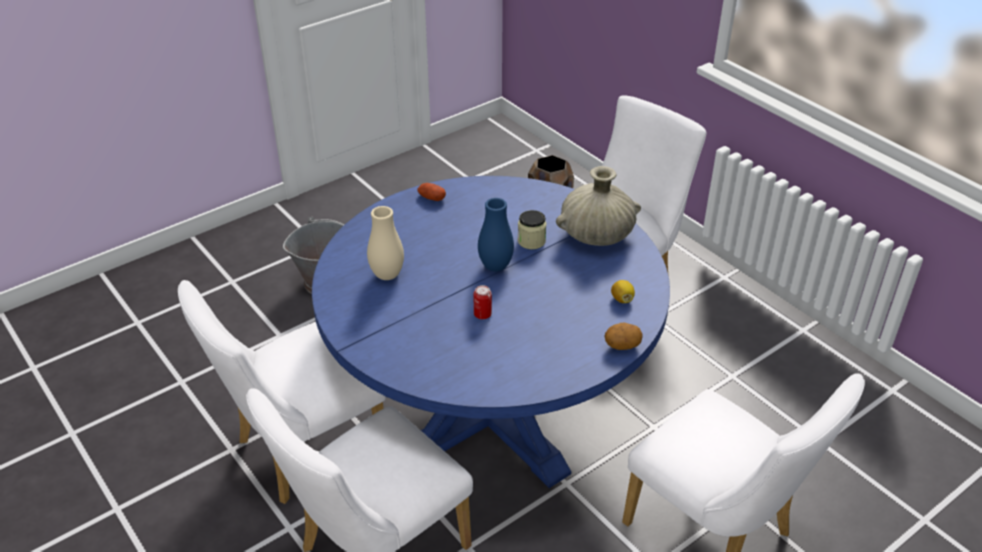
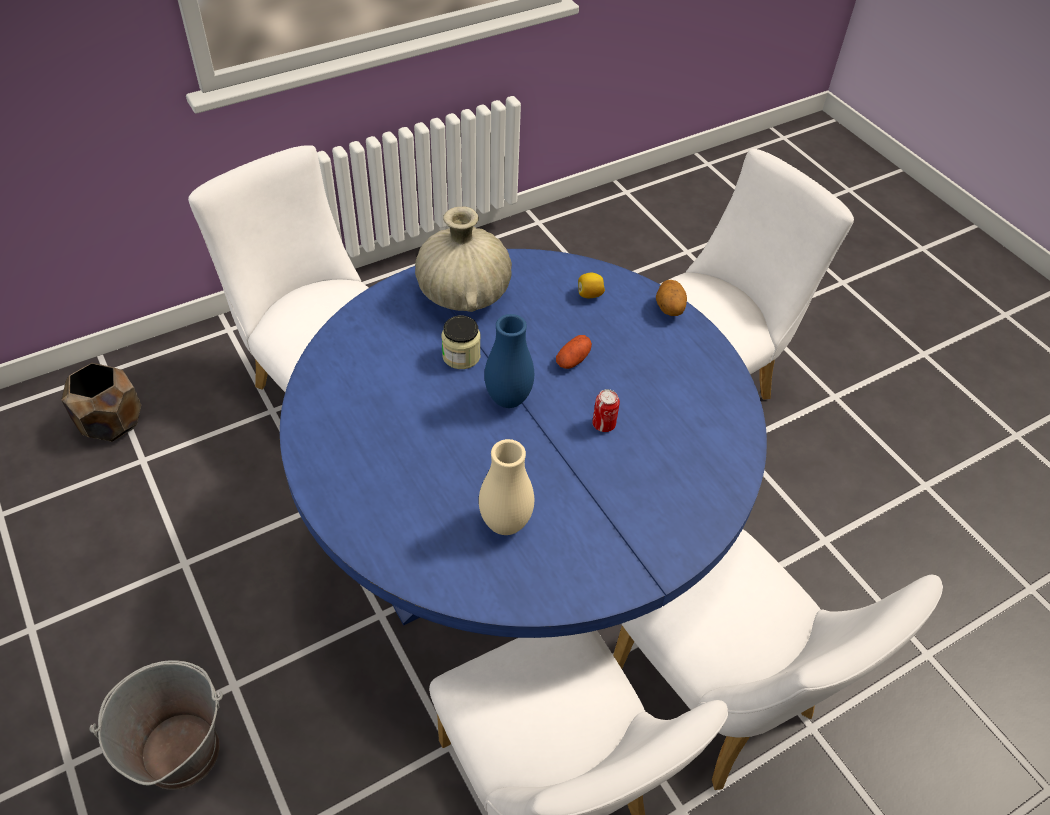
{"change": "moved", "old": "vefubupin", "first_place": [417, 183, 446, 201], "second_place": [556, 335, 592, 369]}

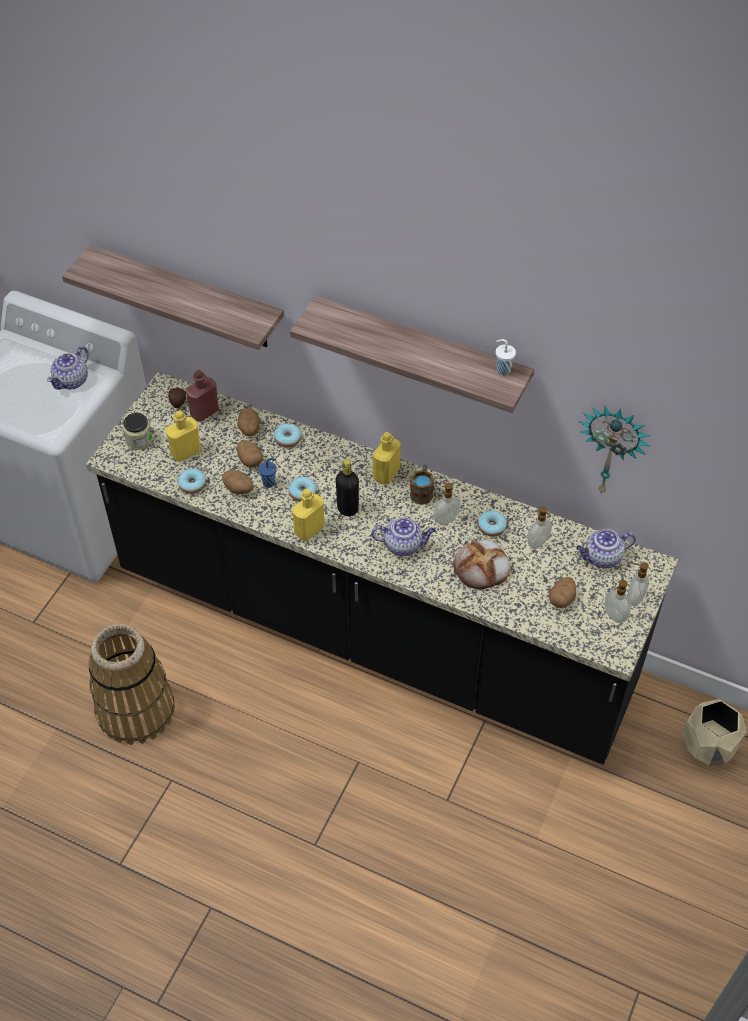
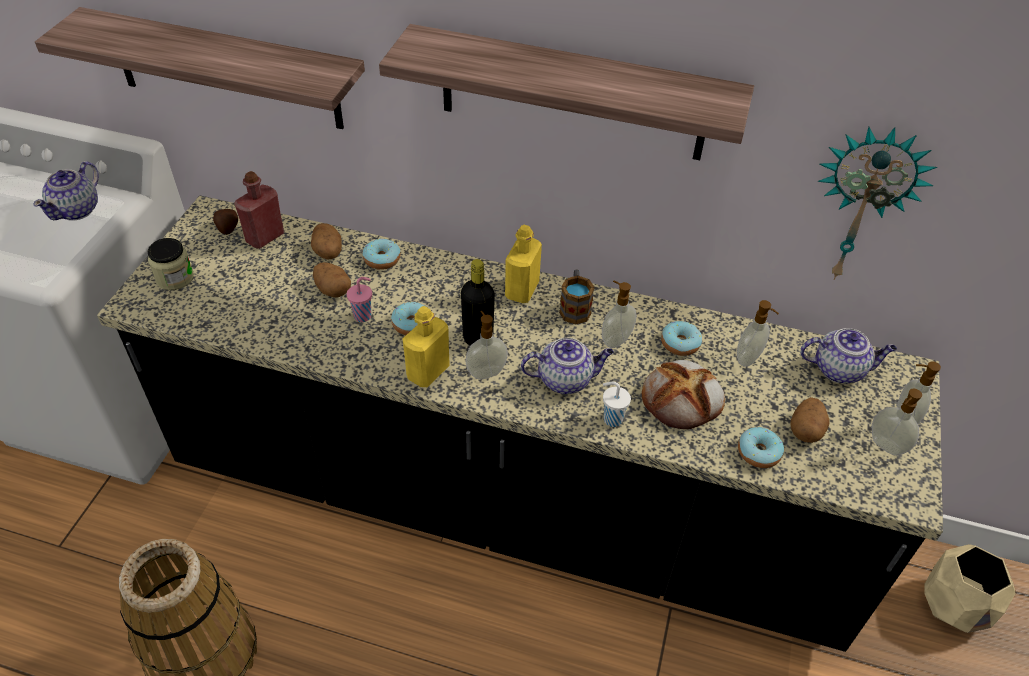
{"change": "removed", "old": "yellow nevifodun", "first_place": [166, 410, 201, 462]}
{"change": "moved", "old": "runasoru", "first_place": [178, 469, 206, 494], "second_place": [738, 427, 784, 468]}
{"change": "removed", "old": "vefubupin", "first_place": [222, 470, 254, 494]}
{"change": "recoloured", "old": "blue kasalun", "new": "pink kasalun", "first_place": [259, 458, 277, 488], "second_place": [347, 277, 372, 322]}
{"change": "moved", "old": "white kasalun", "first_place": [496, 339, 516, 375], "second_place": [603, 381, 631, 427]}
{"change": "turned", "old": "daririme", "first_place": [576, 529, 636, 568], "second_place": [800, 328, 897, 383], "degrees": -150}
{"change": "added", "new": "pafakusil", "second_place": [465, 311, 508, 379]}

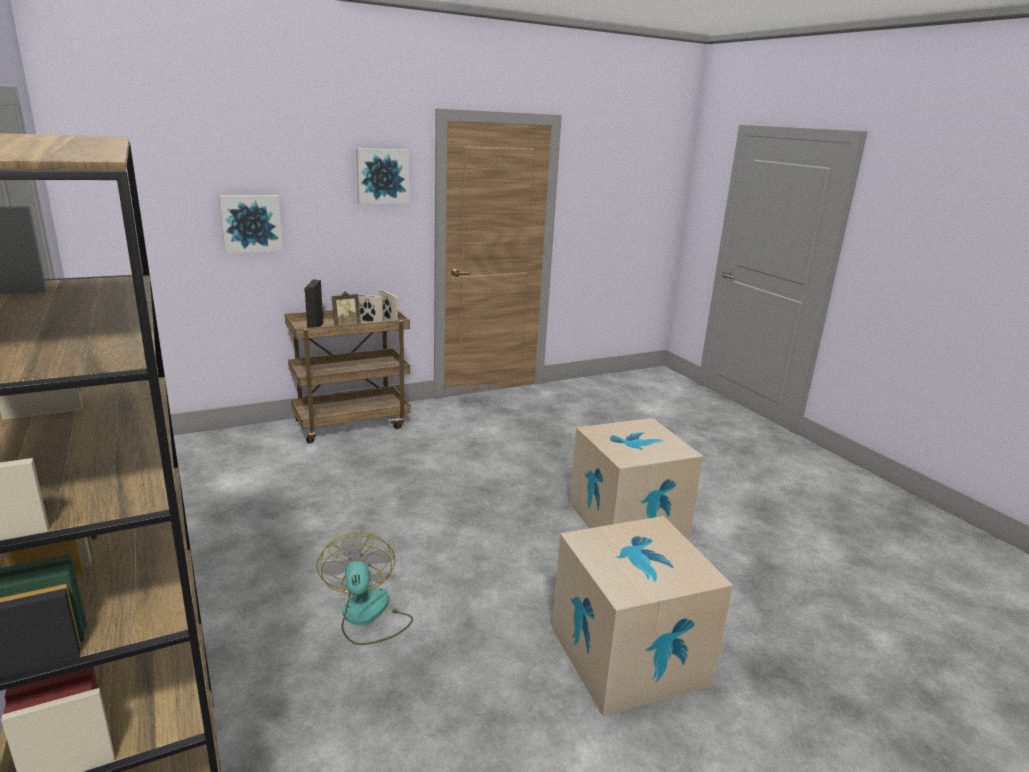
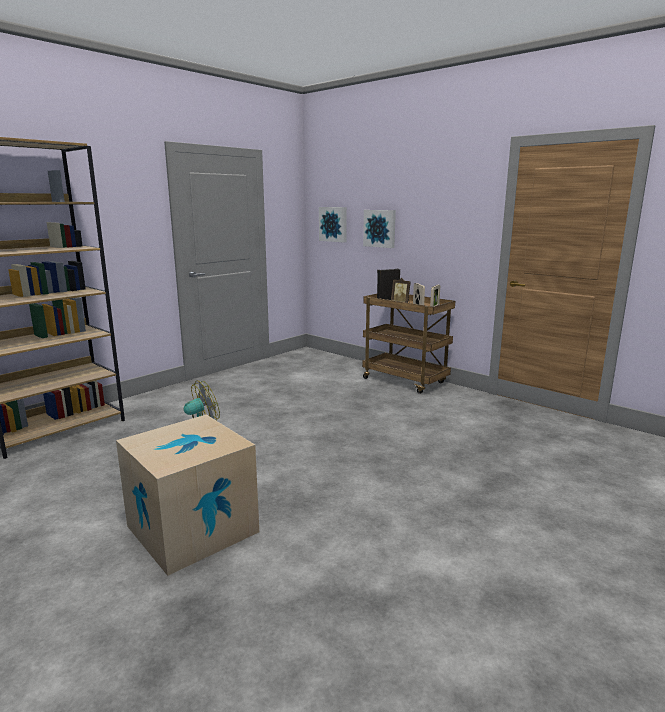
{"change": "moved", "old": "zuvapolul", "first_place": [356, 148, 410, 204], "second_place": [319, 207, 347, 243]}
{"change": "removed", "old": "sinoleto", "first_place": [569, 418, 703, 538]}

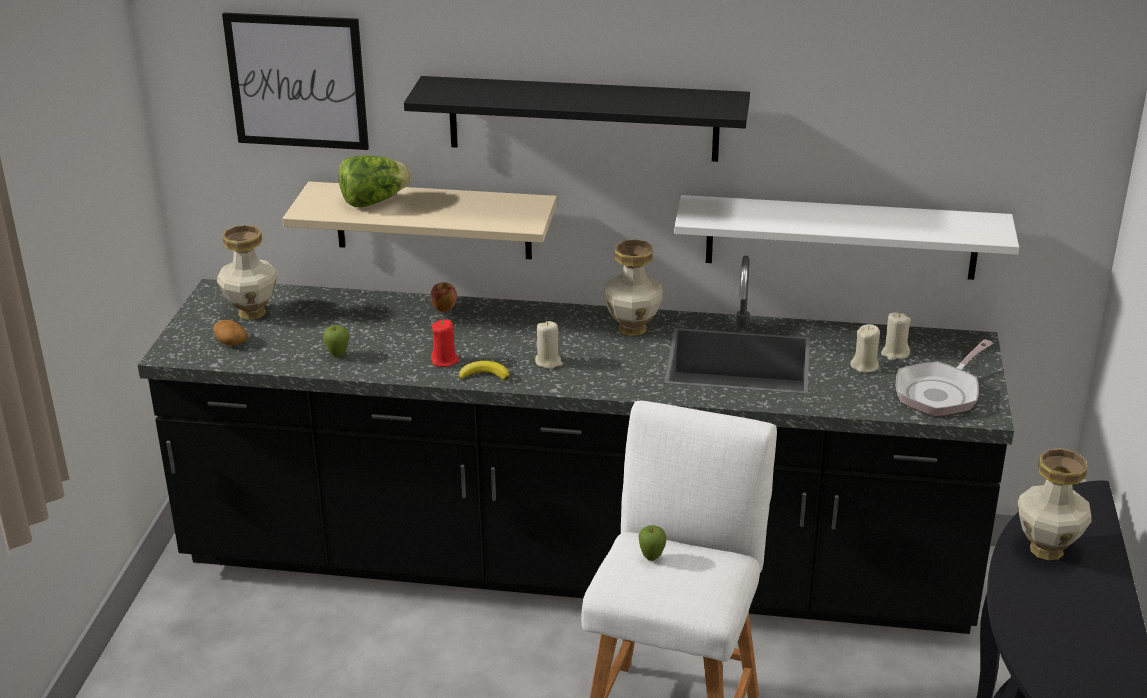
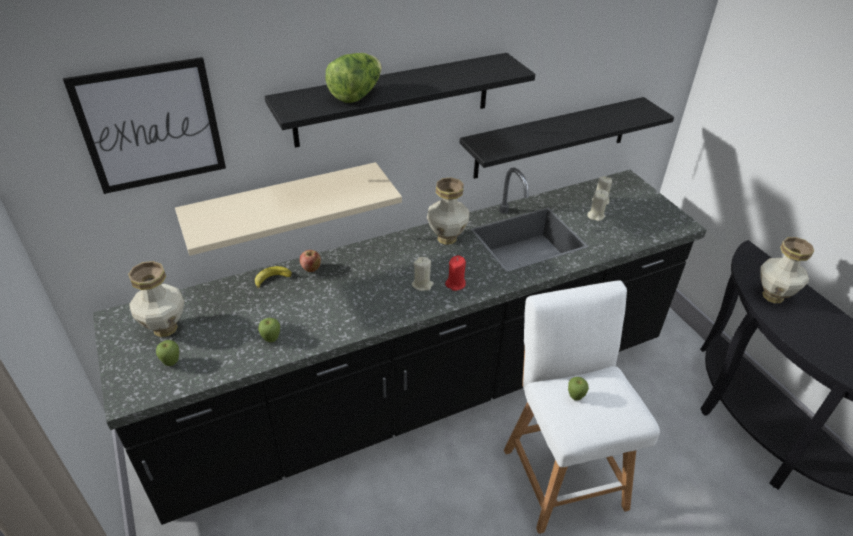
{"change": "replaced", "old": "vefubupin", "new": "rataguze", "first_place": [213, 320, 248, 346], "second_place": [156, 340, 179, 366]}
{"change": "moved", "old": "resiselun", "first_place": [339, 155, 411, 207], "second_place": [326, 53, 382, 103]}
{"change": "moved", "old": "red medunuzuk", "first_place": [431, 320, 459, 367], "second_place": [445, 255, 466, 291]}
{"change": "moved", "old": "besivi", "first_place": [459, 361, 510, 381], "second_place": [255, 266, 292, 288]}
{"change": "recoloured", "old": "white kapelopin", "new": "black kapelopin", "first_place": [674, 195, 1019, 280], "second_place": [459, 97, 674, 179]}
{"change": "removed", "old": "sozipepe", "first_place": [896, 339, 993, 417]}

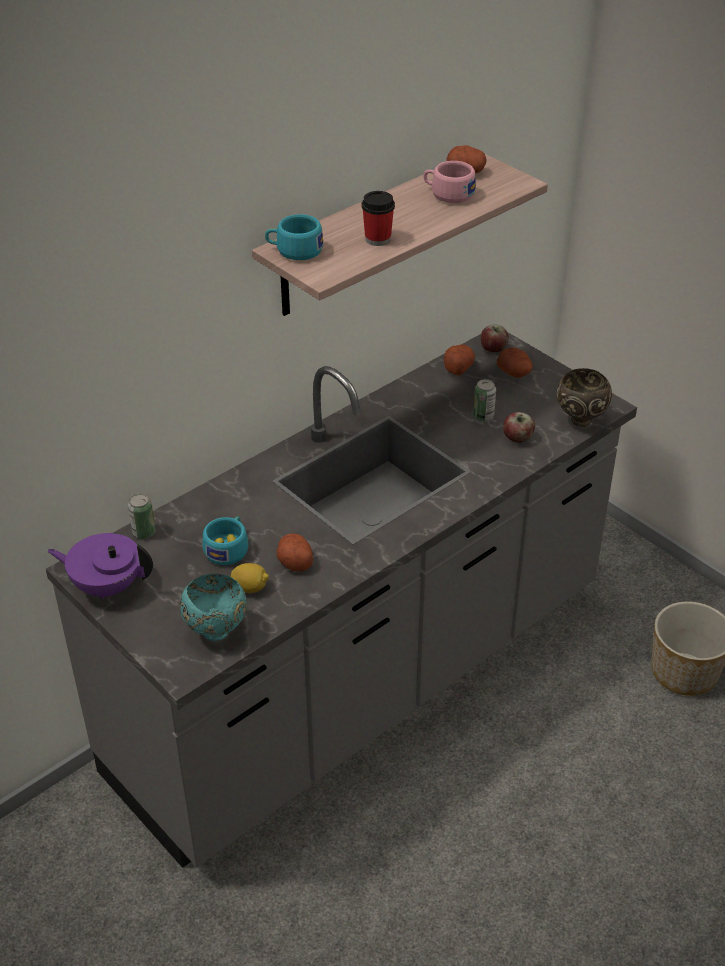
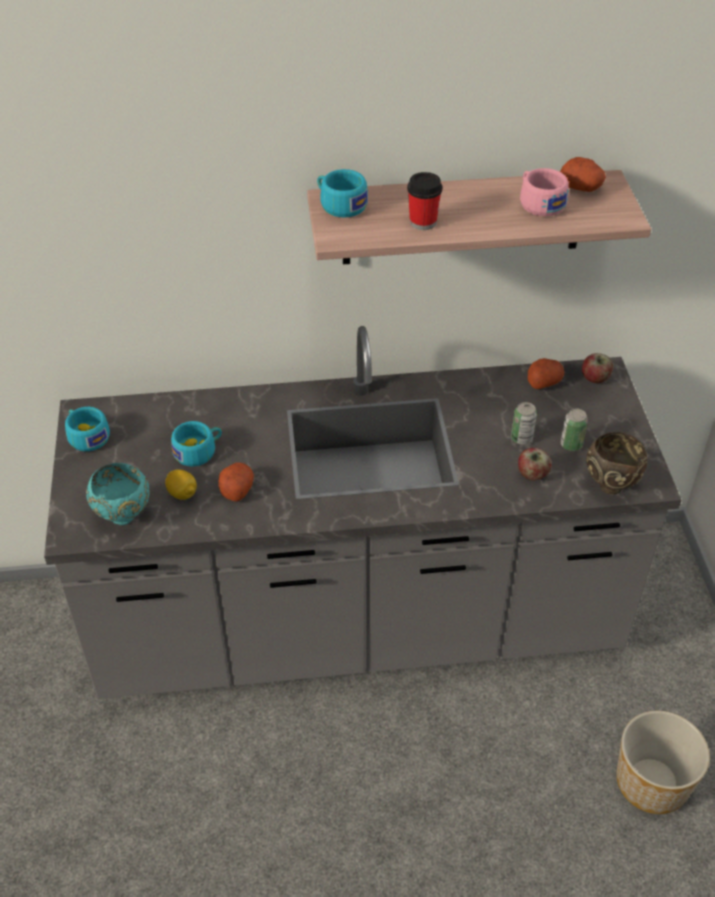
{"change": "replaced", "old": "purple daririme", "new": "turquoise kasalun", "first_place": [47, 533, 153, 599], "second_place": [65, 407, 110, 451]}
{"change": "moved", "old": "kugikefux", "first_place": [128, 494, 156, 539], "second_place": [561, 409, 588, 451]}
{"change": "removed", "old": "vefubupin", "first_place": [497, 347, 533, 378]}

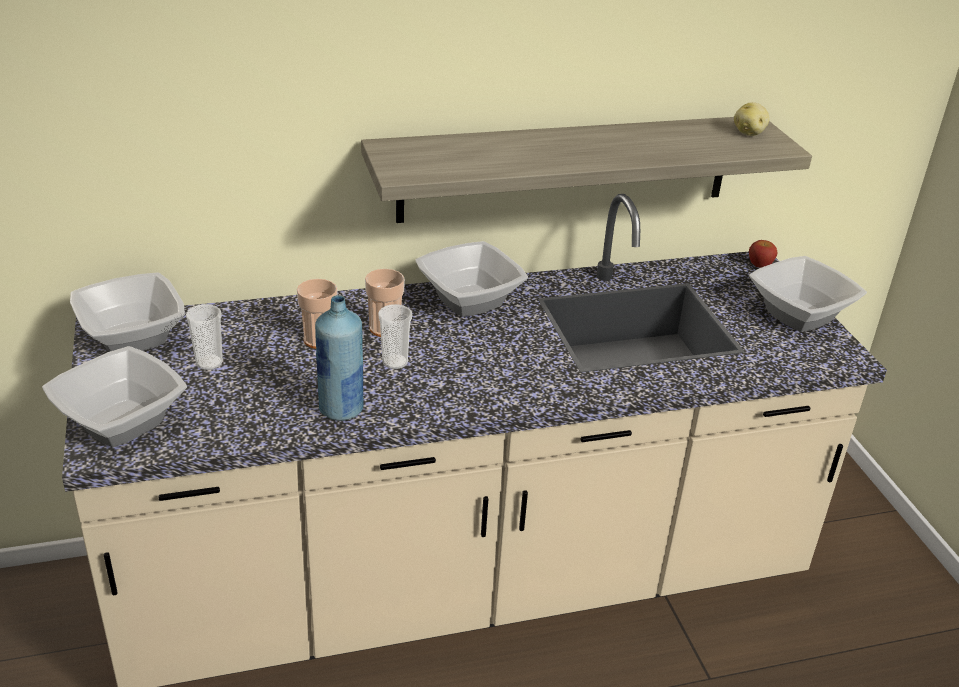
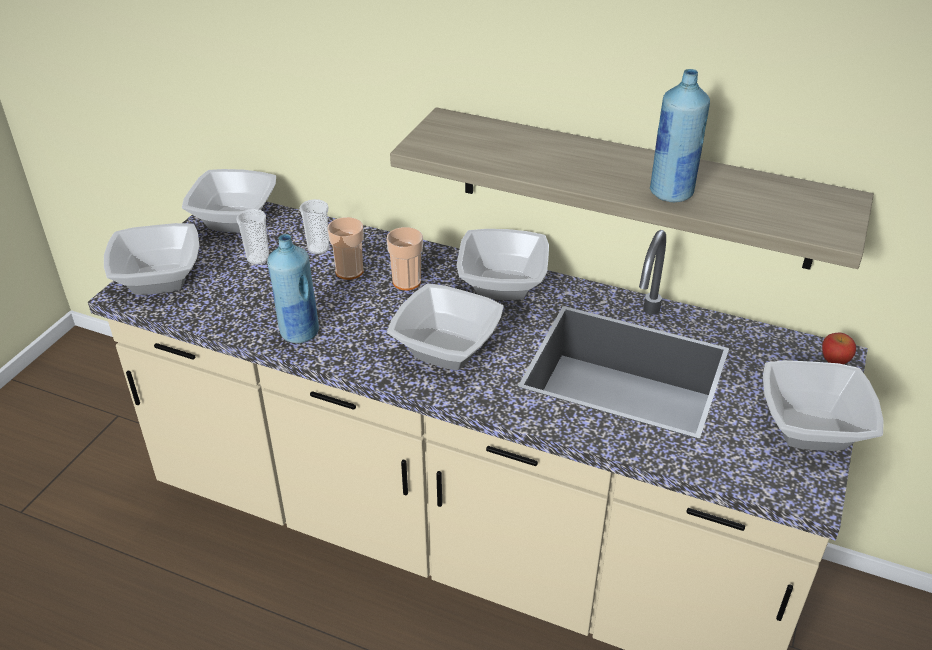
{"change": "moved", "old": "kasalun", "first_place": [378, 304, 412, 369], "second_place": [300, 199, 329, 254]}
{"change": "removed", "old": "vefubupin", "first_place": [734, 102, 770, 136]}
{"change": "added", "new": "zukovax", "second_place": [387, 284, 504, 370]}
{"change": "added", "new": "blue nevifodun", "second_place": [650, 69, 710, 202]}

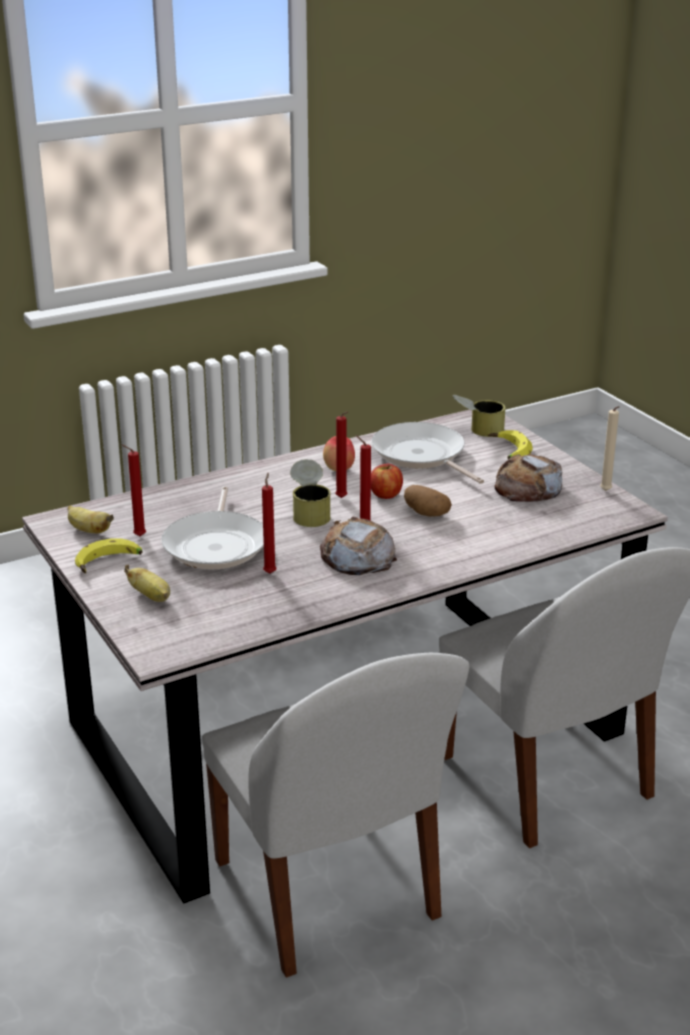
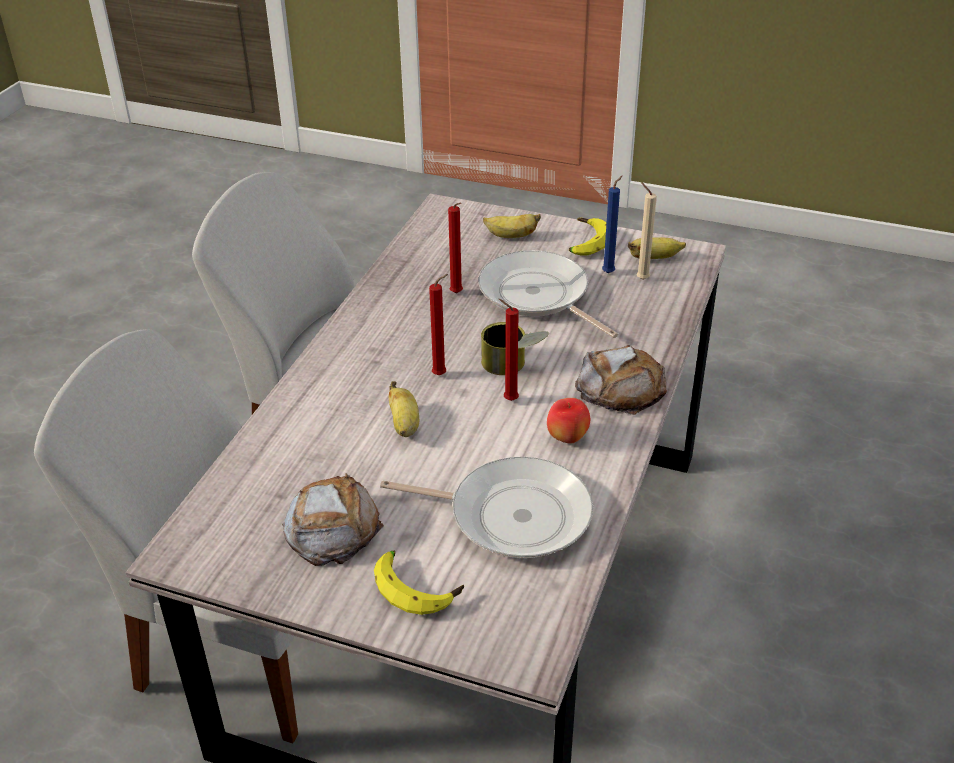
{"change": "recoloured", "old": "red medunuzuk", "new": "blue medunuzuk", "first_place": [121, 444, 146, 536], "second_place": [602, 176, 622, 273]}
{"change": "moved", "old": "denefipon", "first_place": [320, 517, 397, 575], "second_place": [575, 345, 667, 415]}
{"change": "removed", "old": "rataguze", "first_place": [371, 464, 403, 499]}
{"change": "replaced", "old": "vefubupin", "new": "besivi", "first_place": [404, 485, 452, 517], "second_place": [389, 381, 419, 437]}
{"change": "removed", "old": "kugikefux", "first_place": [452, 395, 506, 437]}
{"change": "moved", "old": "beige medunuzuk", "first_place": [600, 406, 620, 491], "second_place": [637, 182, 657, 280]}

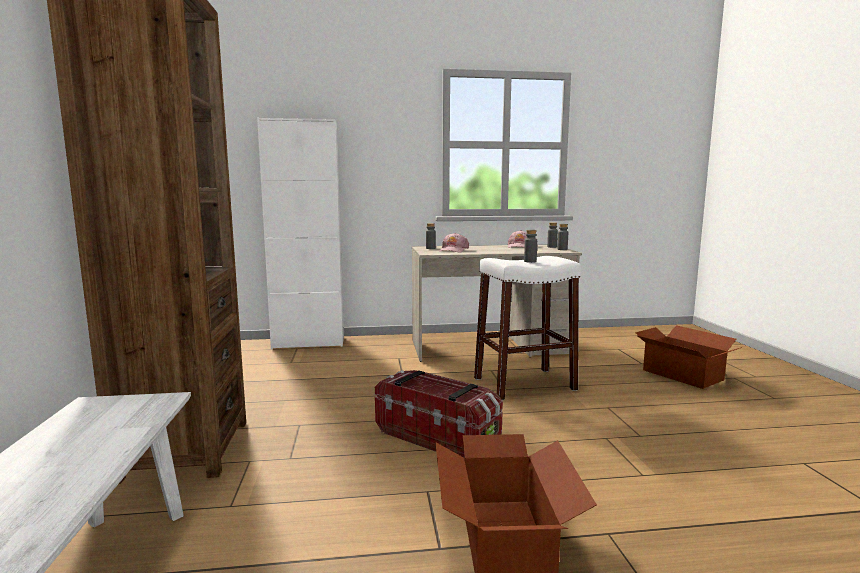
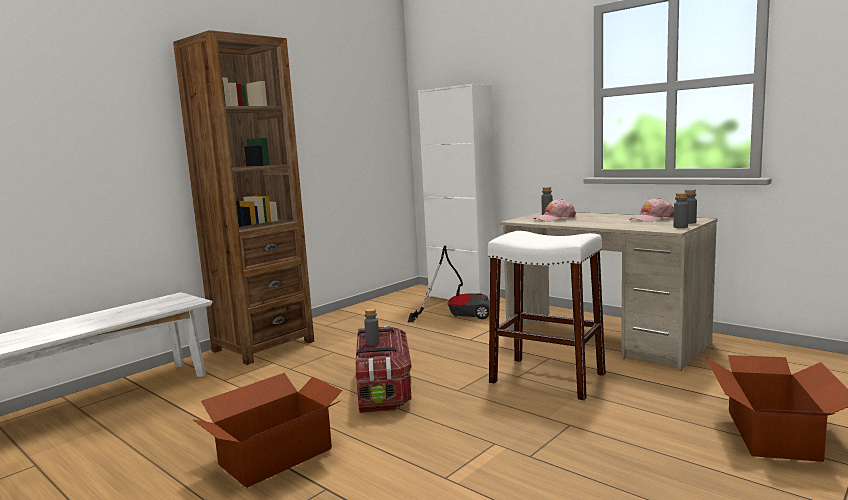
{"change": "moved", "old": "grey nevifodun", "first_place": [524, 230, 537, 263], "second_place": [364, 308, 380, 346]}
{"change": "added", "new": "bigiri", "second_place": [408, 246, 490, 323]}

